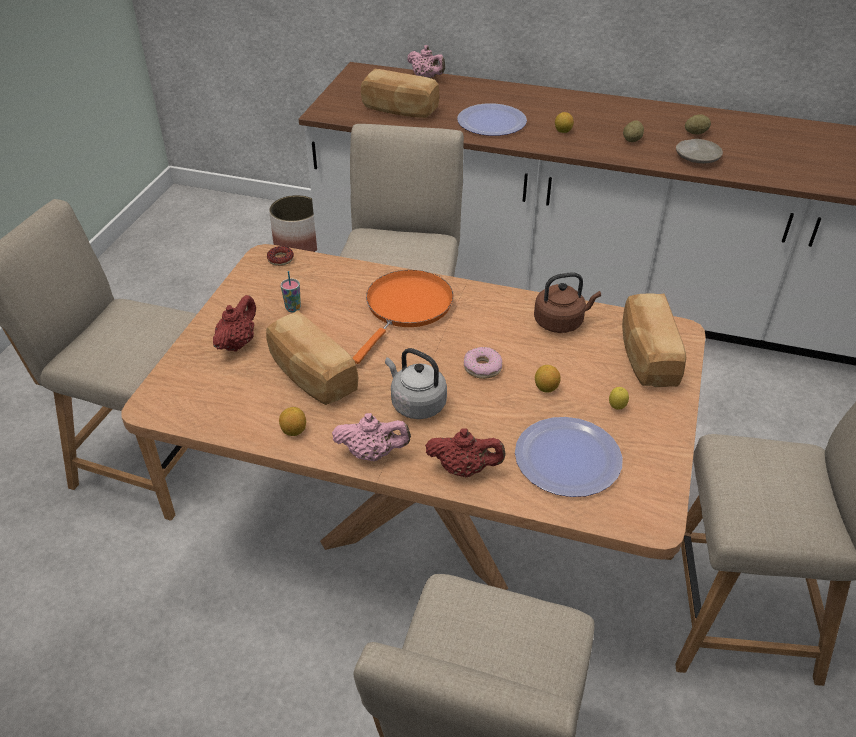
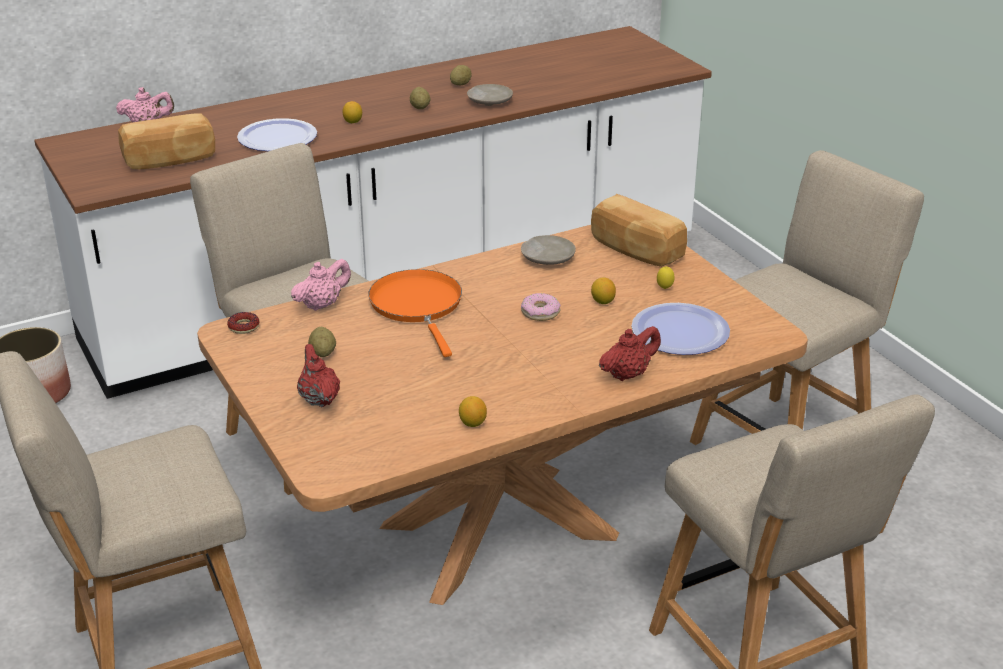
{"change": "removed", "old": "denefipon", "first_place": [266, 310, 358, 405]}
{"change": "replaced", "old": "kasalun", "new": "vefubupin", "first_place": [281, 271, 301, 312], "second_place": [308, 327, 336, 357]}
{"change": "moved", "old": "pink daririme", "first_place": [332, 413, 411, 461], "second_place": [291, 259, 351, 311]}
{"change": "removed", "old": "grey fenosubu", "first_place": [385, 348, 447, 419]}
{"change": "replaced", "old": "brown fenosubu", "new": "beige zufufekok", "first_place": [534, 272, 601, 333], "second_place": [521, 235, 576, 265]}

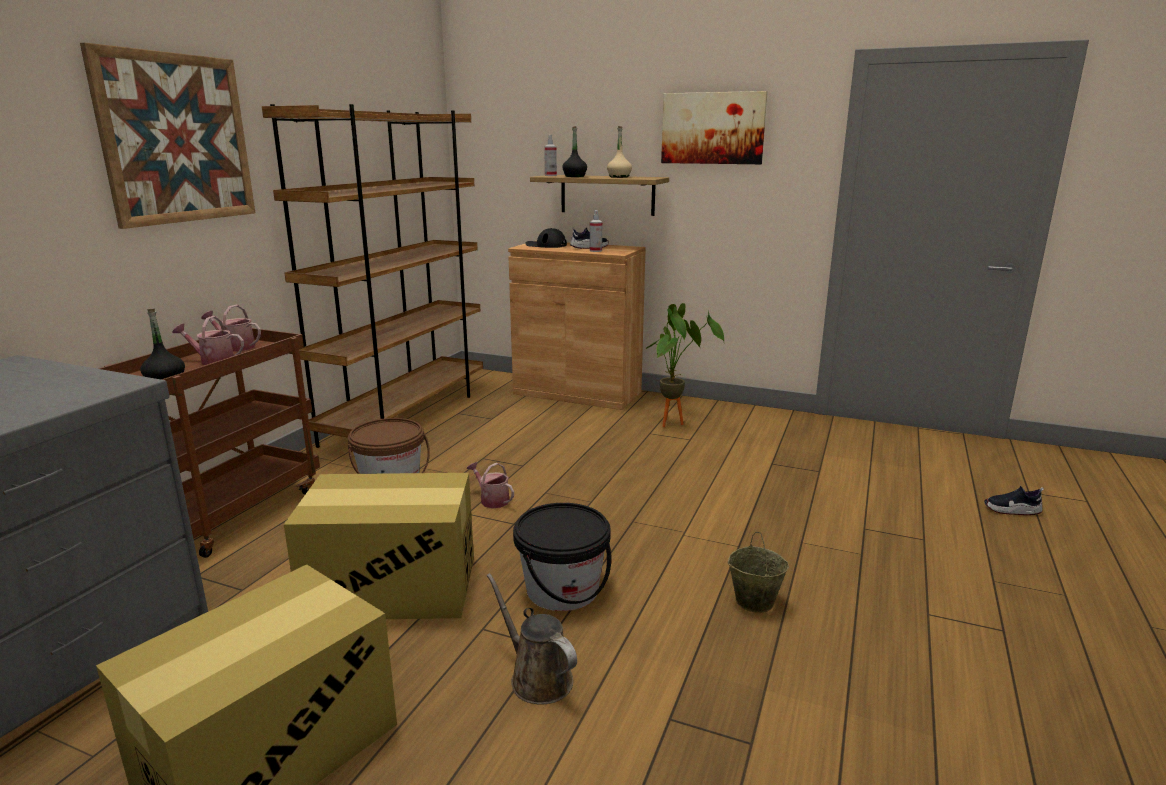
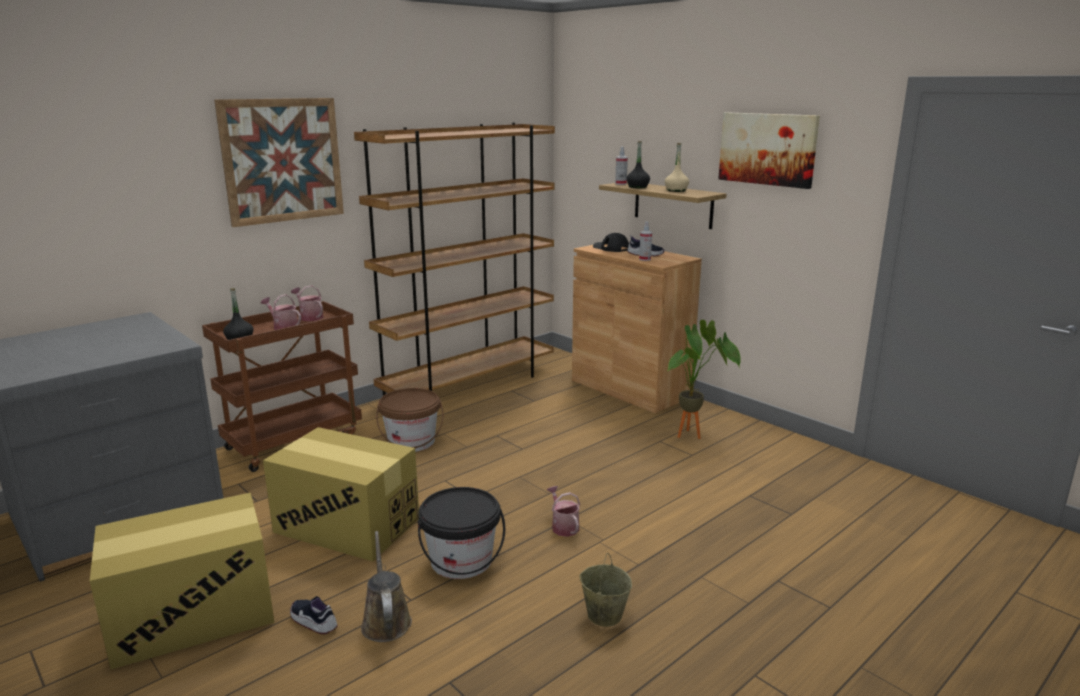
{"change": "moved", "old": "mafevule", "first_place": [467, 462, 514, 508], "second_place": [547, 486, 580, 537]}
{"change": "moved", "old": "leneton", "first_place": [984, 486, 1044, 515], "second_place": [290, 596, 338, 634]}

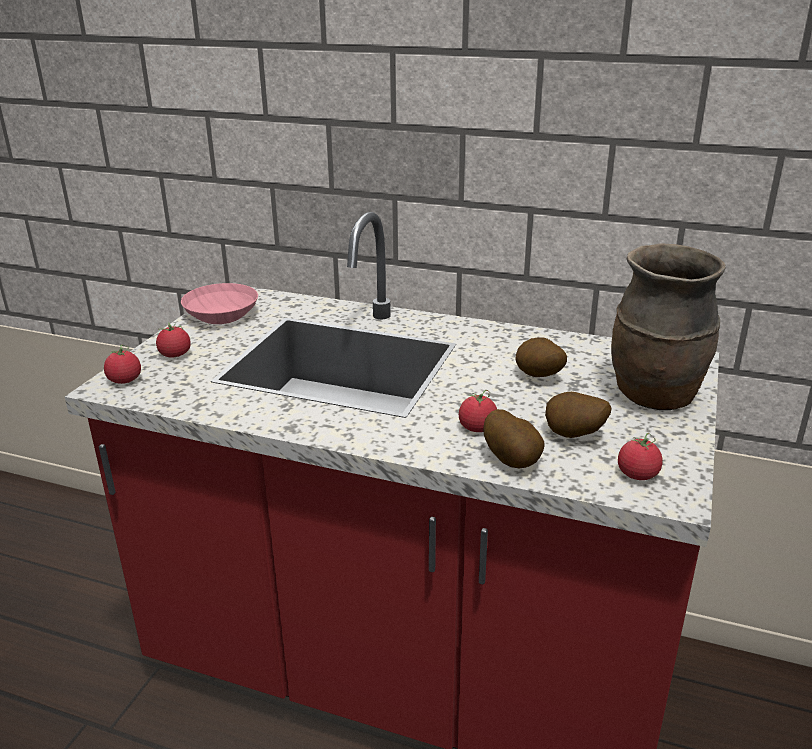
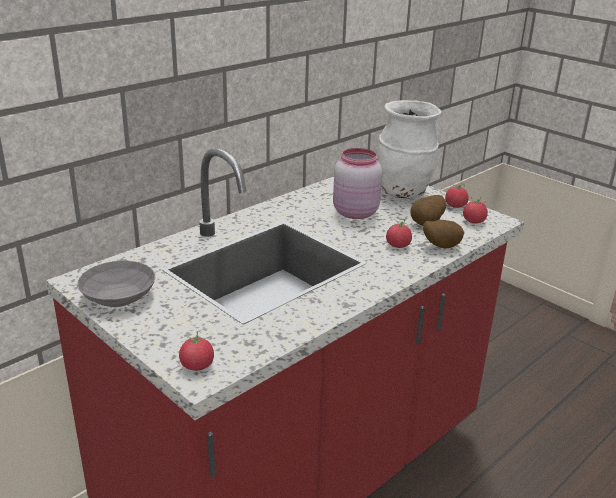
{"change": "moved", "old": "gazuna", "first_place": [156, 322, 191, 358], "second_place": [445, 183, 469, 208]}
{"change": "recoloured", "old": "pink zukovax", "new": "grey zukovax", "first_place": [181, 283, 258, 324], "second_place": [77, 261, 155, 307]}
{"change": "replaced", "old": "vefubupin", "new": "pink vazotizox", "first_place": [516, 337, 567, 377], "second_place": [333, 148, 382, 219]}
{"change": "recoloured", "old": "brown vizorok", "new": "white vizorok", "first_place": [611, 243, 726, 410], "second_place": [377, 100, 441, 198]}

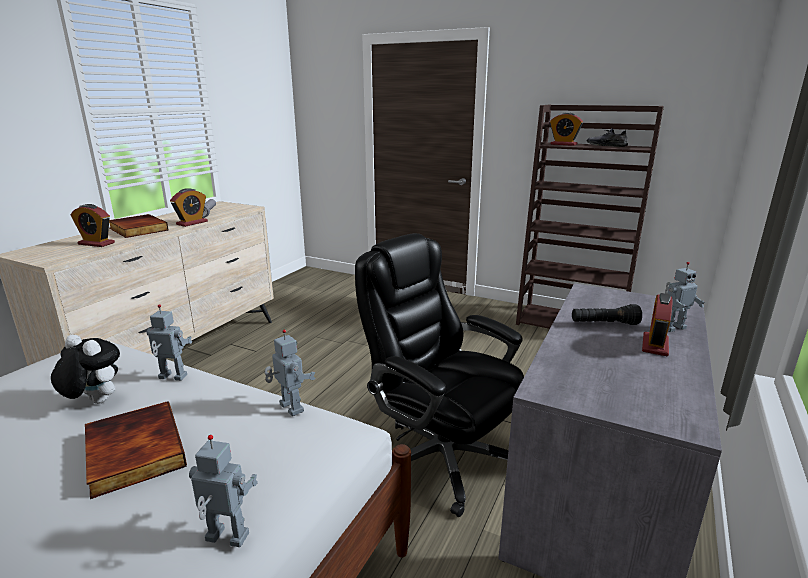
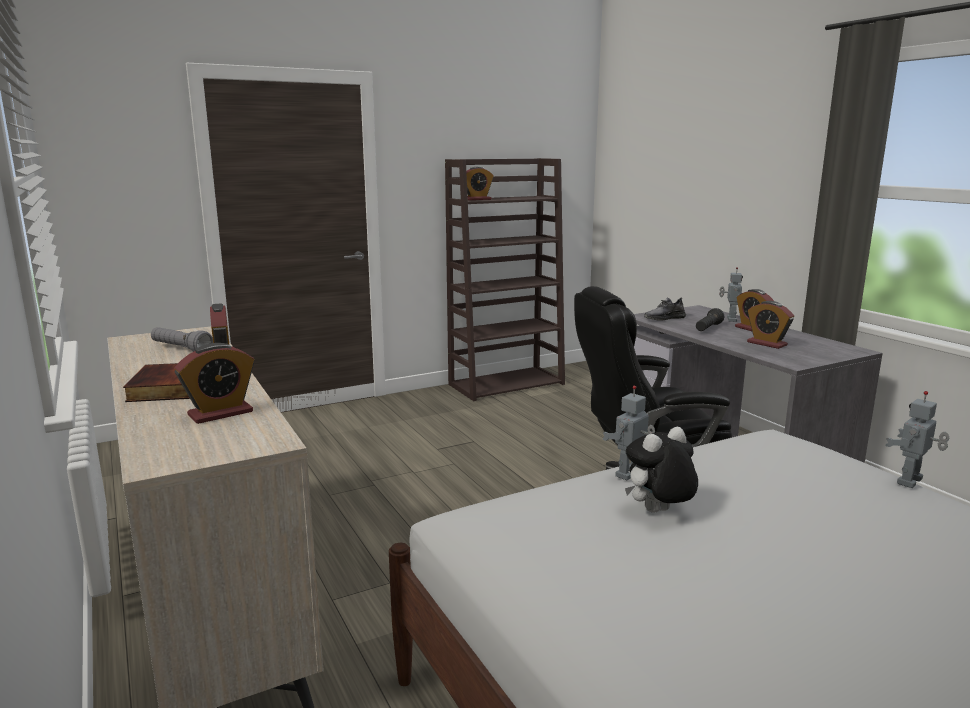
{"change": "removed", "old": "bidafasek", "first_place": [85, 401, 187, 499]}
{"change": "removed", "old": "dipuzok", "first_place": [264, 329, 316, 416]}
{"change": "moved", "old": "grey leneton", "first_place": [587, 128, 628, 147], "second_place": [644, 297, 686, 321]}
{"change": "added", "new": "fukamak", "second_place": [747, 301, 794, 349]}

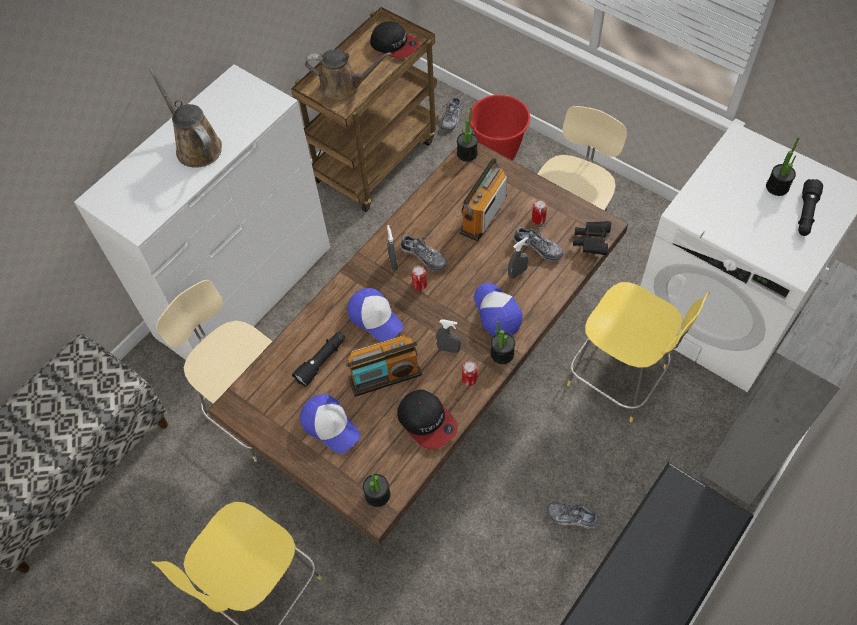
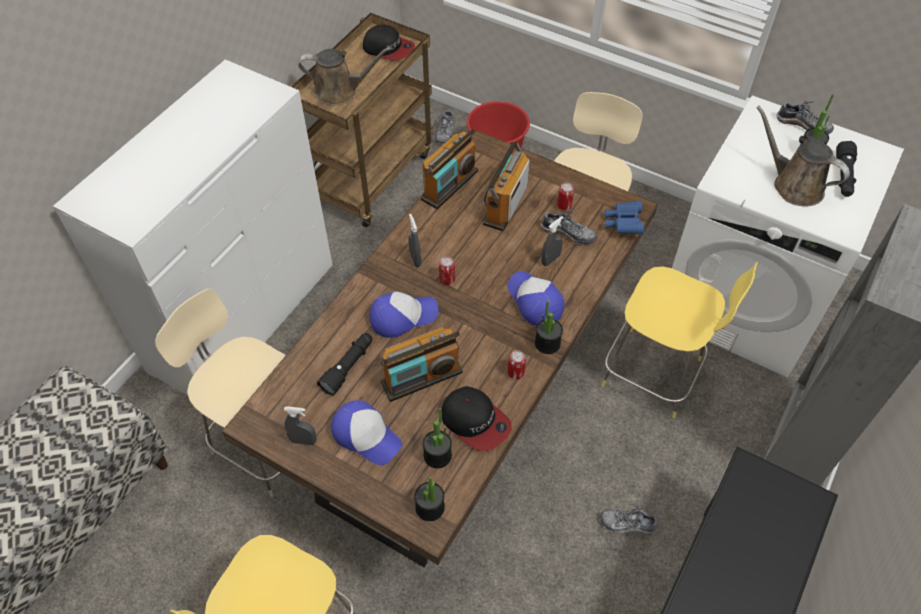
{"change": "moved", "old": "brown mafevule", "first_place": [149, 68, 222, 168], "second_place": [756, 106, 850, 206]}
{"change": "turned", "old": "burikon", "first_place": [347, 288, 403, 342], "second_place": [369, 291, 439, 338], "degrees": -60}
{"change": "moved", "old": "leneton", "first_place": [400, 234, 447, 271], "second_place": [777, 101, 834, 134]}
{"change": "moved", "old": "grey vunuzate", "first_place": [436, 319, 461, 353], "second_place": [284, 407, 317, 445]}
{"change": "moved", "old": "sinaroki", "first_place": [457, 107, 478, 162], "second_place": [423, 408, 452, 468]}
{"change": "recoloured", "old": "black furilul", "new": "blue furilul", "first_place": [573, 221, 611, 255], "second_place": [605, 201, 644, 234]}
{"change": "added", "new": "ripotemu", "second_place": [421, 129, 478, 209]}

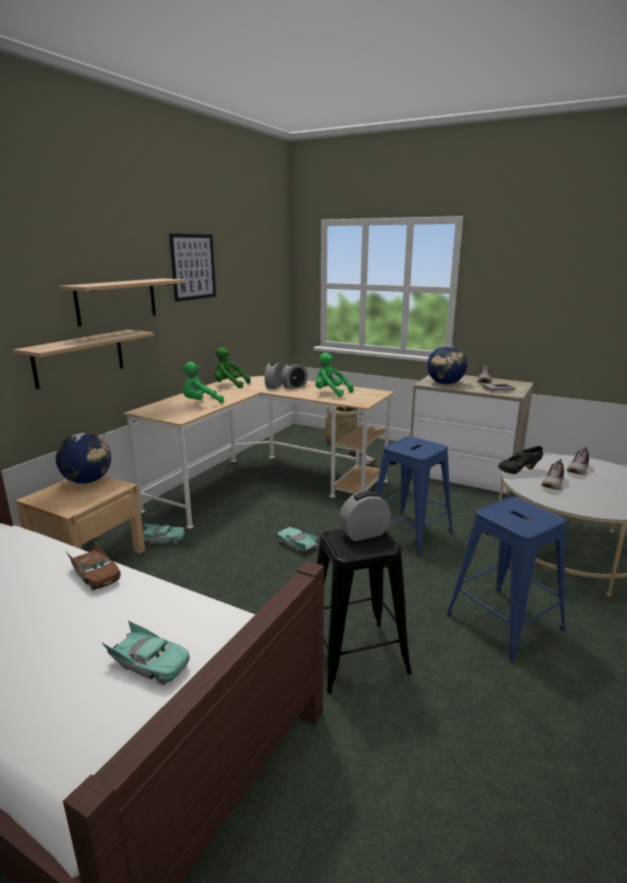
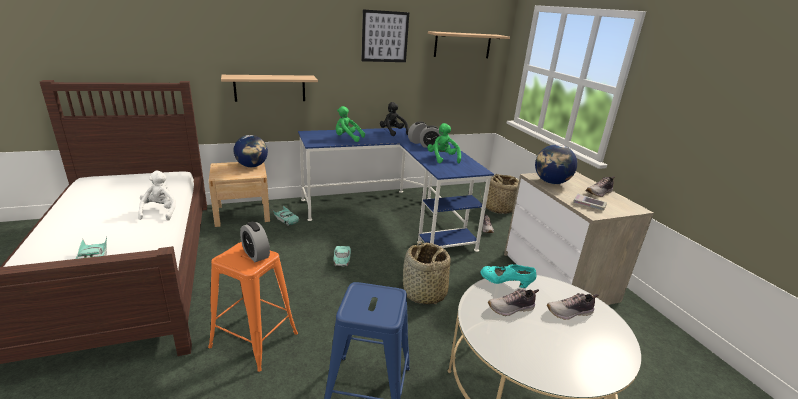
{"change": "moved", "old": "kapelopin", "first_place": [59, 278, 185, 327], "second_place": [428, 31, 510, 58]}
{"change": "replaced", "old": "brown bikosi", "new": "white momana", "first_place": [66, 540, 121, 590], "second_place": [138, 171, 176, 221]}
{"change": "recoloured", "old": "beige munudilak", "new": "blue munudilak", "first_place": [123, 376, 394, 529], "second_place": [298, 128, 494, 252]}
{"change": "recoloured", "old": "green momana", "new": "black momana", "first_place": [215, 347, 251, 388], "second_place": [380, 102, 409, 136]}
{"change": "recoloured", "old": "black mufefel", "new": "orange mufefel", "first_place": [316, 529, 412, 694], "second_place": [208, 242, 298, 372]}
{"change": "turned", "old": "fukamak", "first_place": [339, 491, 391, 541], "second_place": [240, 222, 270, 262], "degrees": -150}
{"change": "replaced", "old": "blue mufefel", "new": "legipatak", "first_place": [376, 436, 453, 556], "second_place": [403, 241, 451, 304]}
{"change": "recoloured", "old": "black leneton", "new": "turquoise leneton", "first_place": [498, 446, 543, 474], "second_place": [480, 264, 536, 288]}

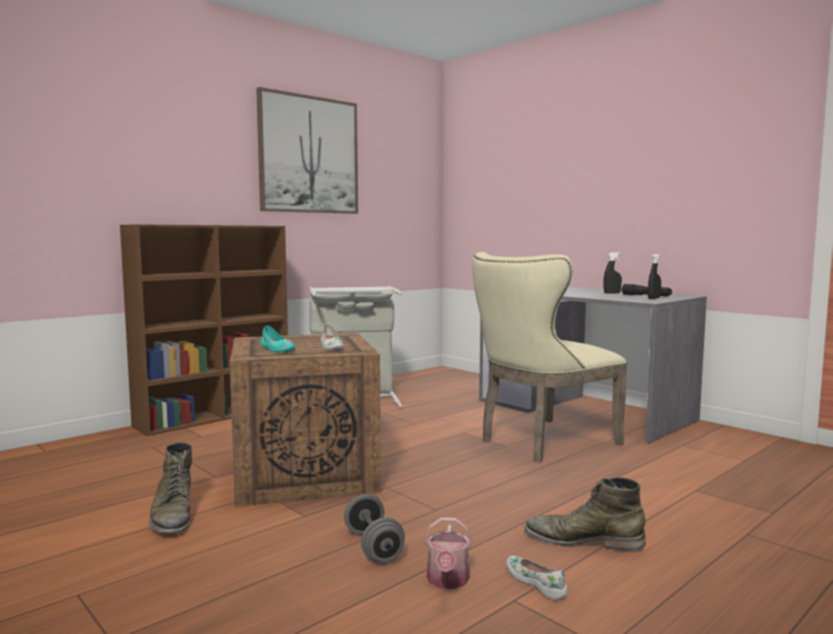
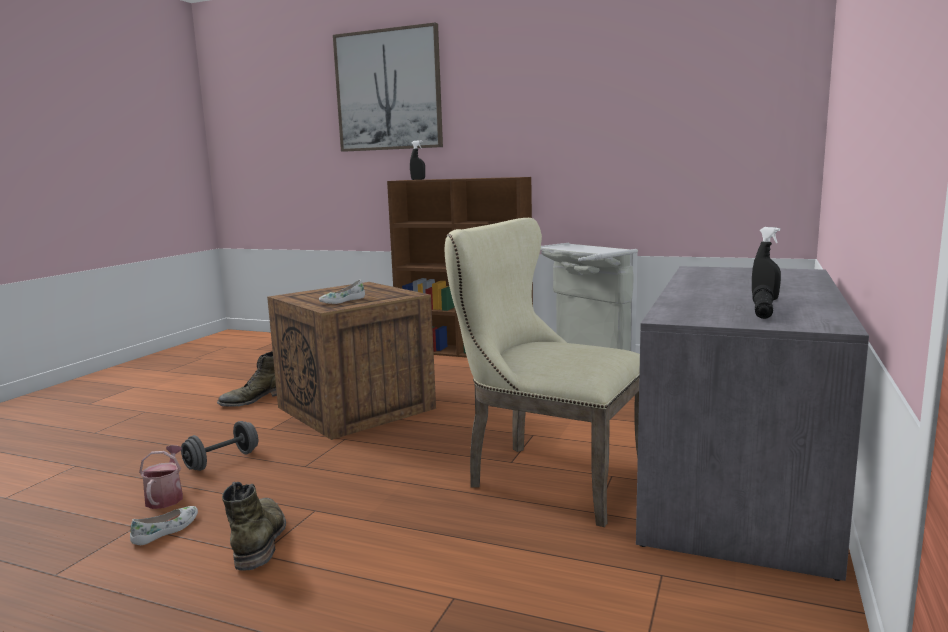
{"change": "moved", "old": "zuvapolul", "first_place": [256, 87, 358, 214], "second_place": [333, 22, 443, 152]}
{"change": "removed", "old": "turquoise leneton", "first_place": [261, 326, 295, 352]}
{"change": "turned", "old": "mafevule", "first_place": [425, 517, 472, 589], "second_place": [139, 445, 183, 509], "degrees": 105}
{"change": "moved", "old": "black vunuzate", "first_place": [648, 254, 661, 299], "second_place": [410, 140, 425, 180]}

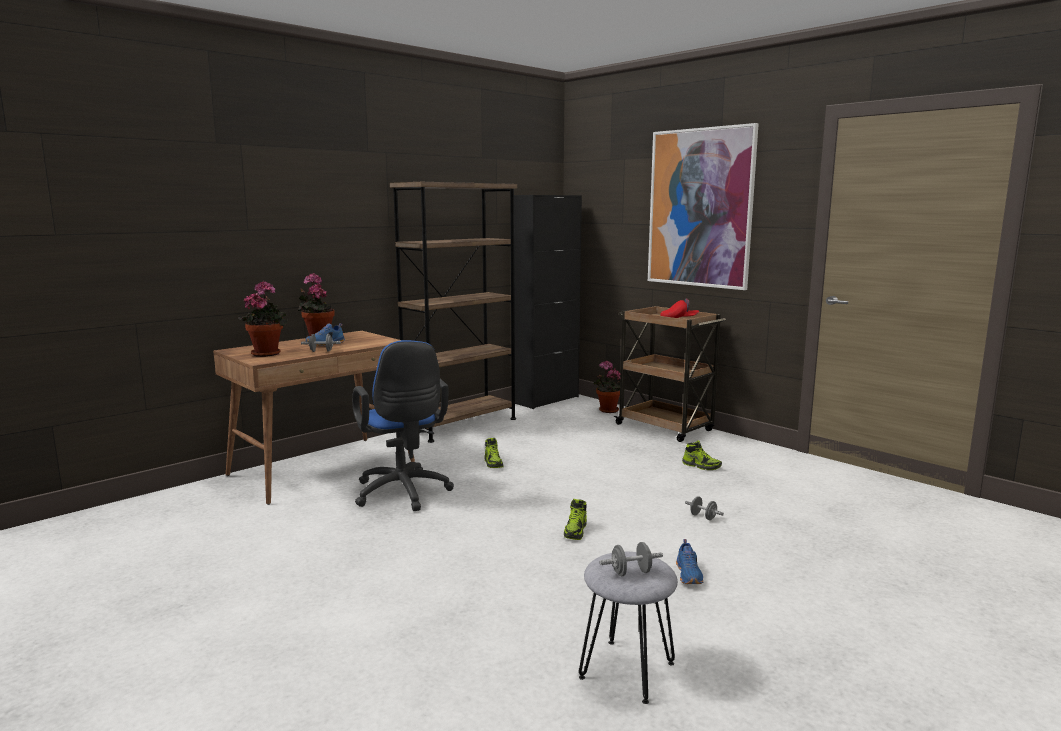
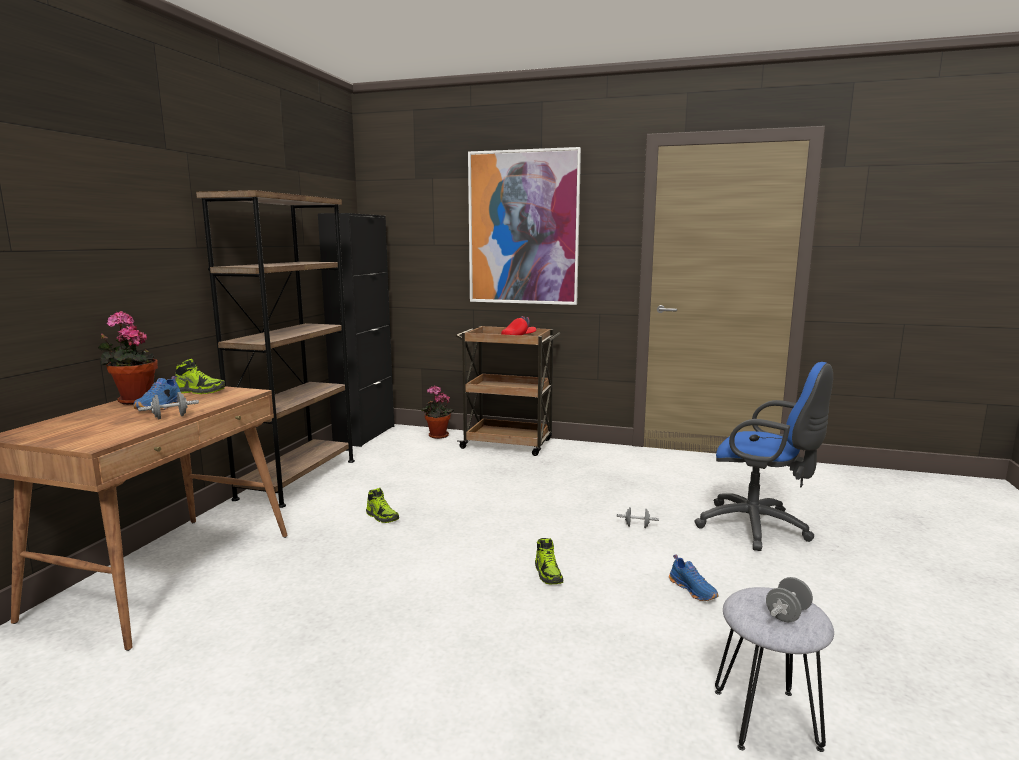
{"change": "removed", "old": "sinaroki", "first_place": [238, 281, 287, 357]}
{"change": "moved", "old": "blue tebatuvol", "first_place": [352, 340, 454, 511], "second_place": [694, 362, 833, 551]}
{"change": "moved", "old": "leneton", "first_place": [682, 440, 722, 470], "second_place": [175, 359, 225, 394]}

